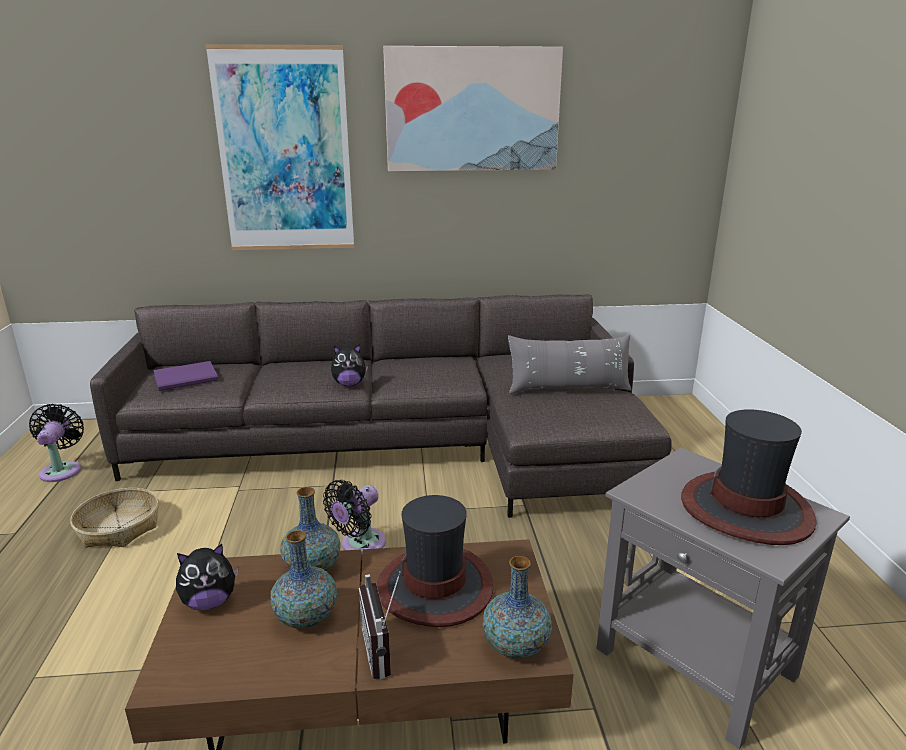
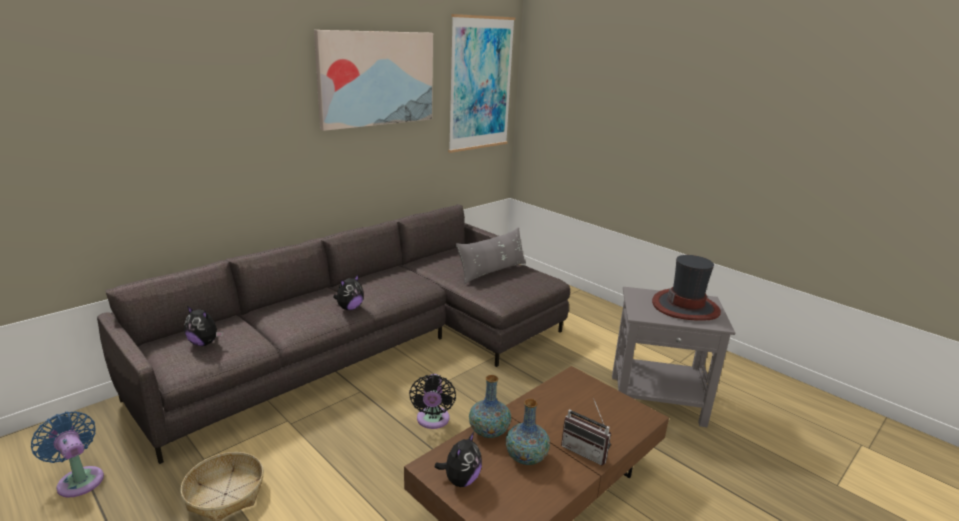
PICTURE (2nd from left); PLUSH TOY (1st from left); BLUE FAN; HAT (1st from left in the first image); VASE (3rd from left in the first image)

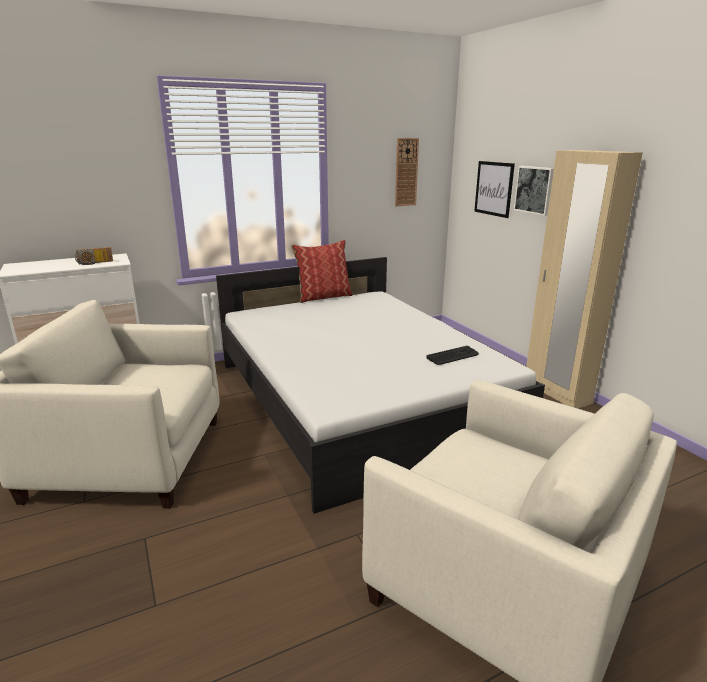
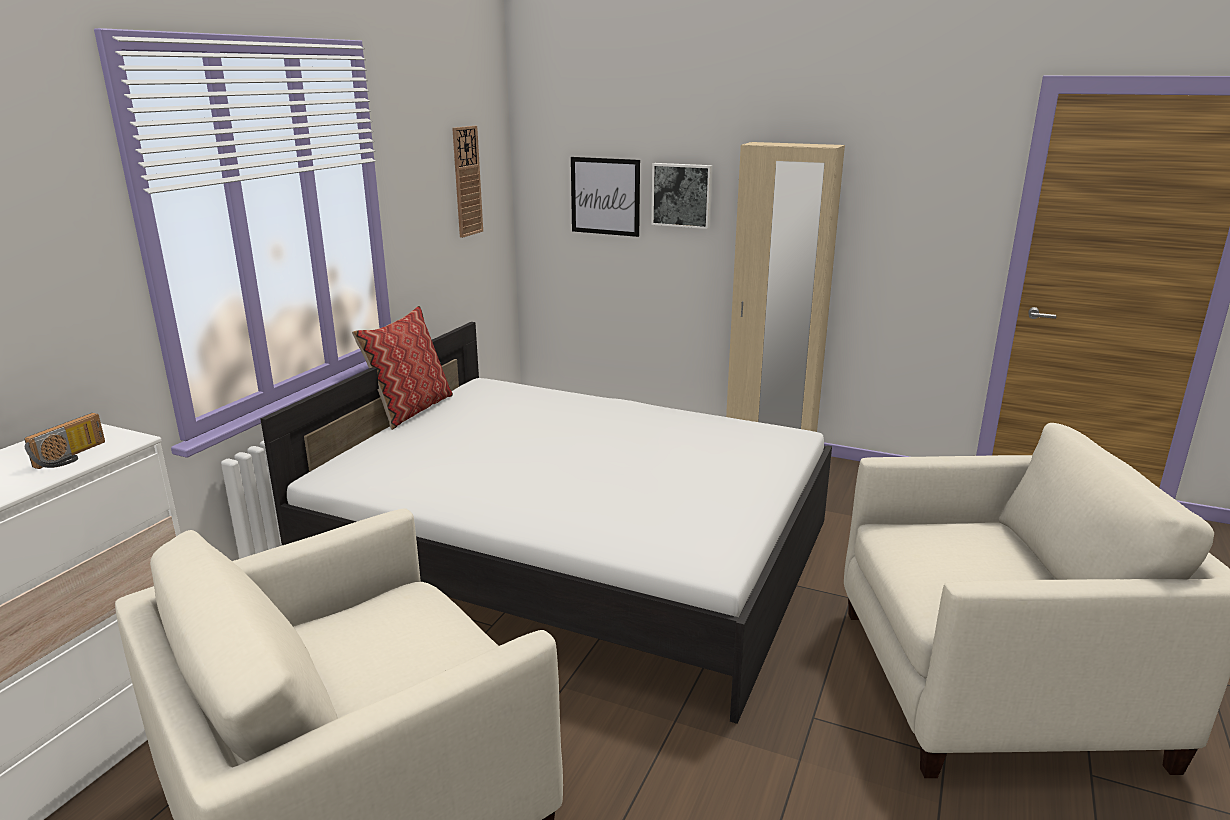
KEYBOARD

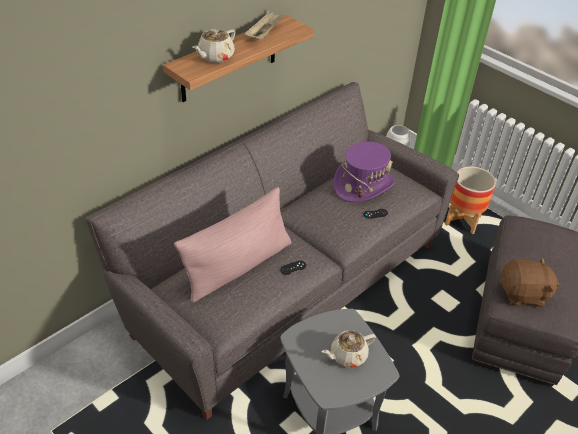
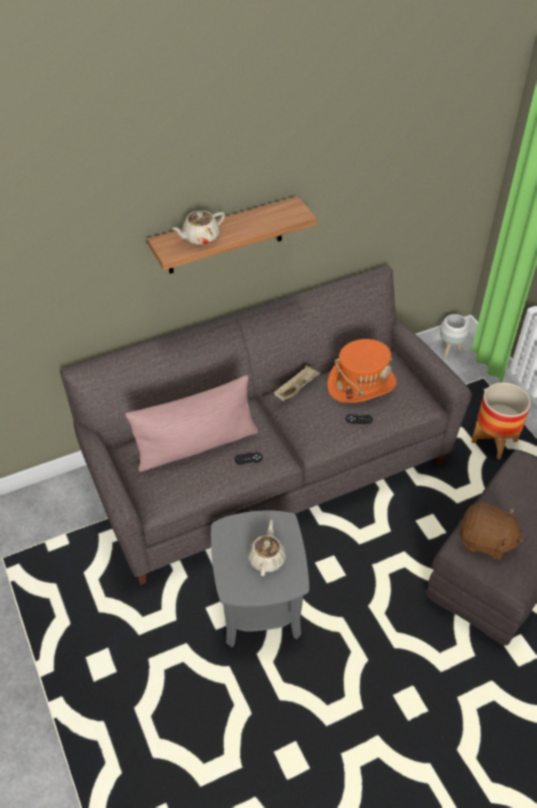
BEIGE TRAY; ORANGE HAT; BEIGE TEAPOT (2nd from left)

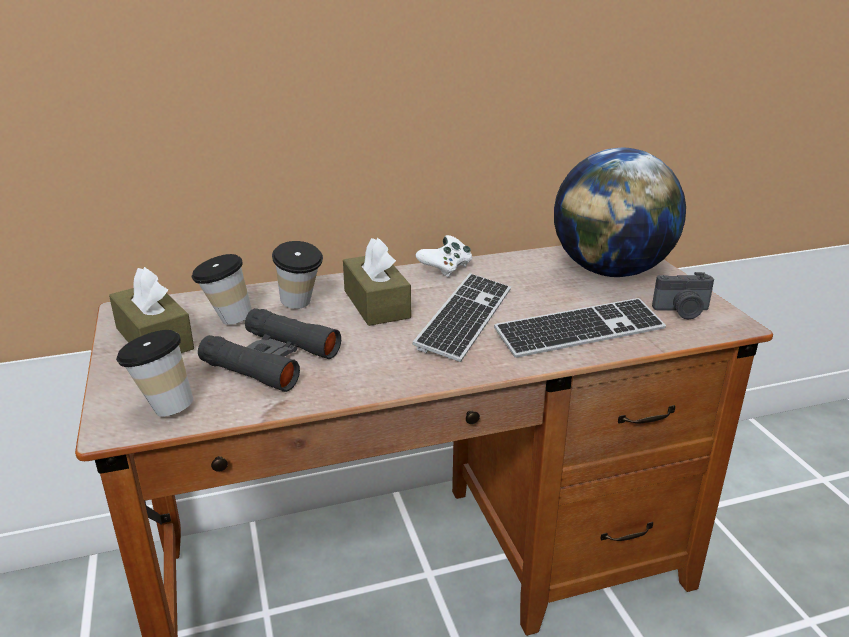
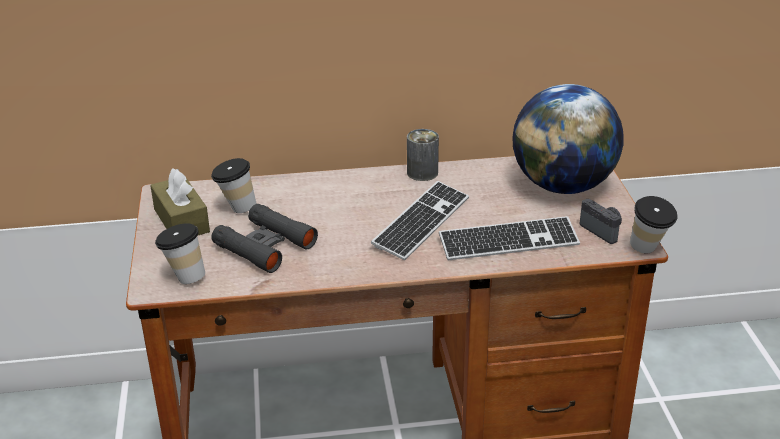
CAN; BROWN TISSUE BOX (2nd from left in the first image); CUP (3rd from left); PHOTO CAMERA

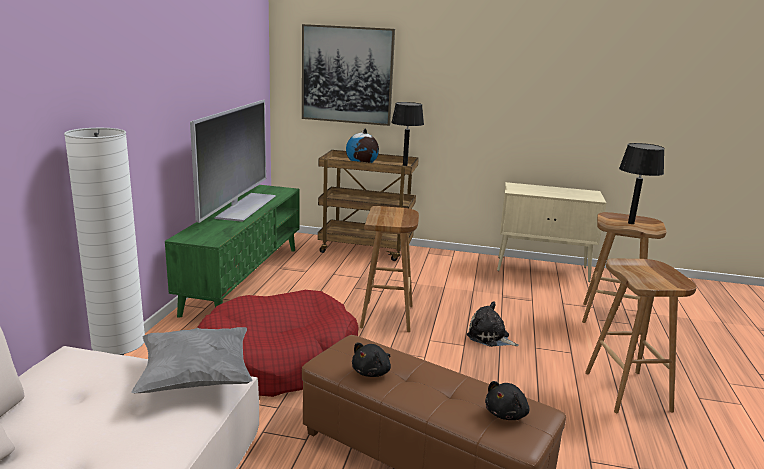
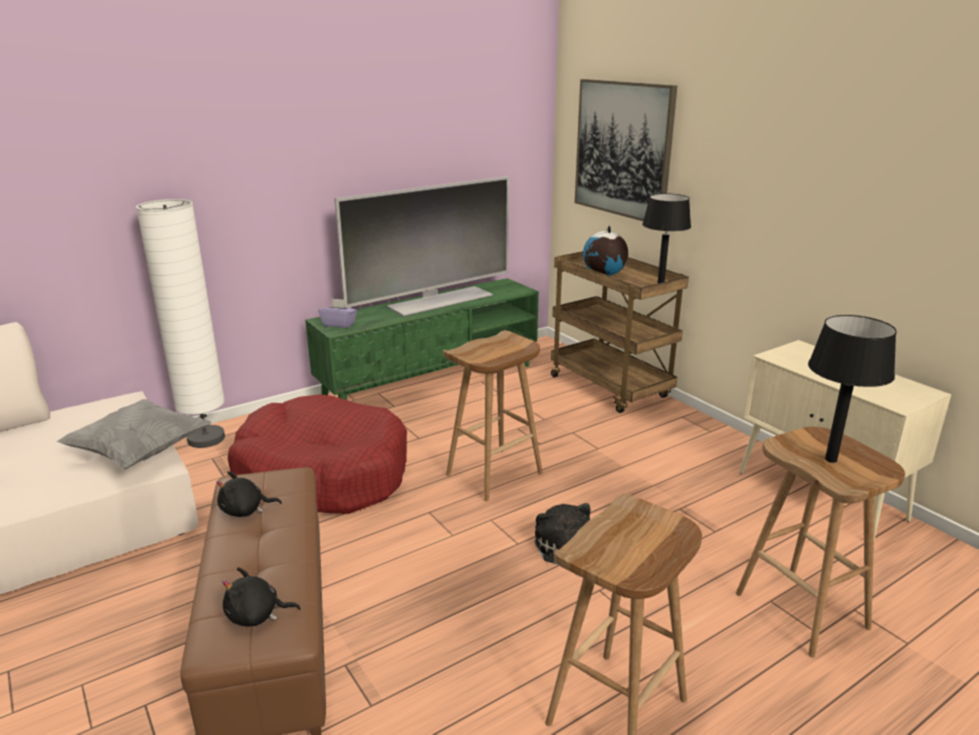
PURPLE TISSUE BOX

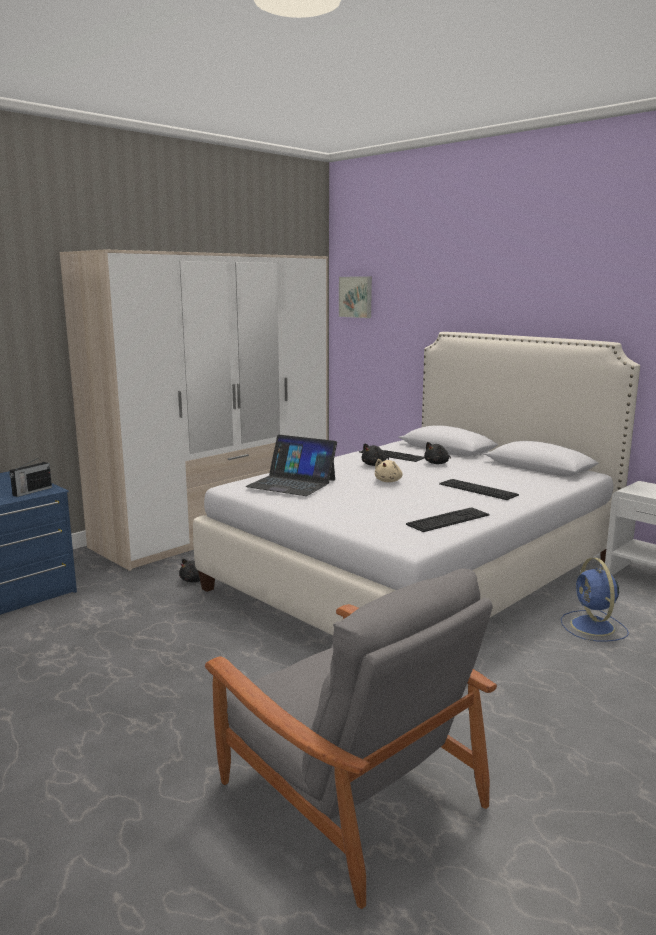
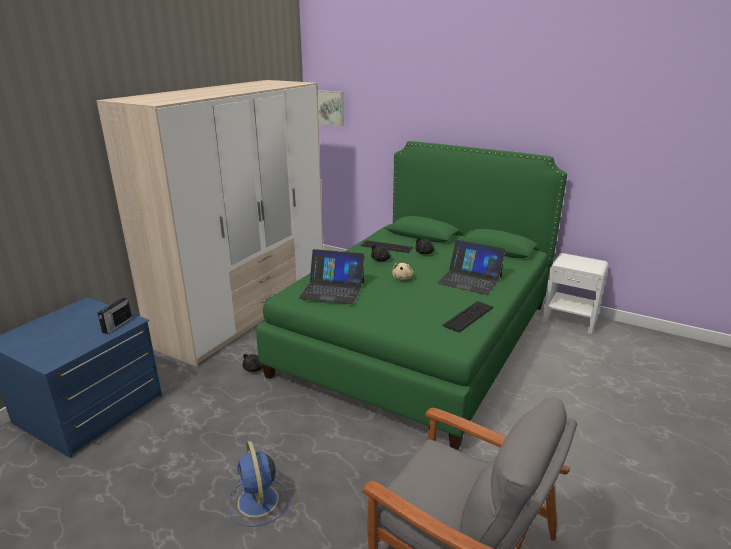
GREEN BED; LAPTOP (2nd from left); BLUE FAN

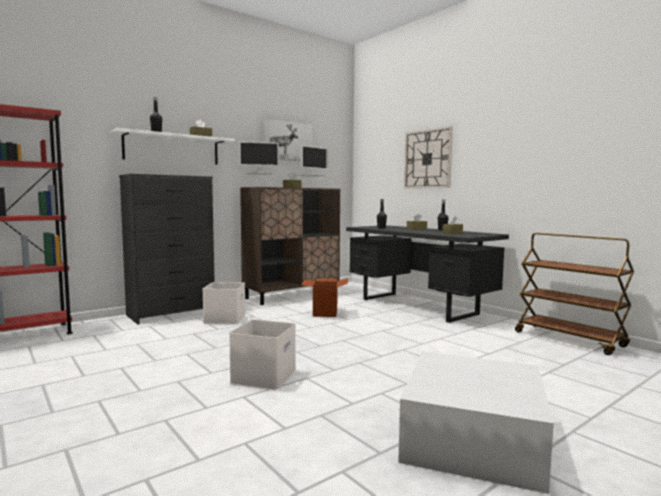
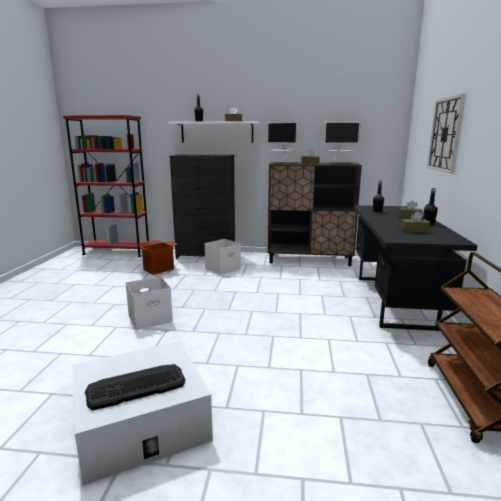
PICTURE; CARDBOARD BOX; KEYBOARD

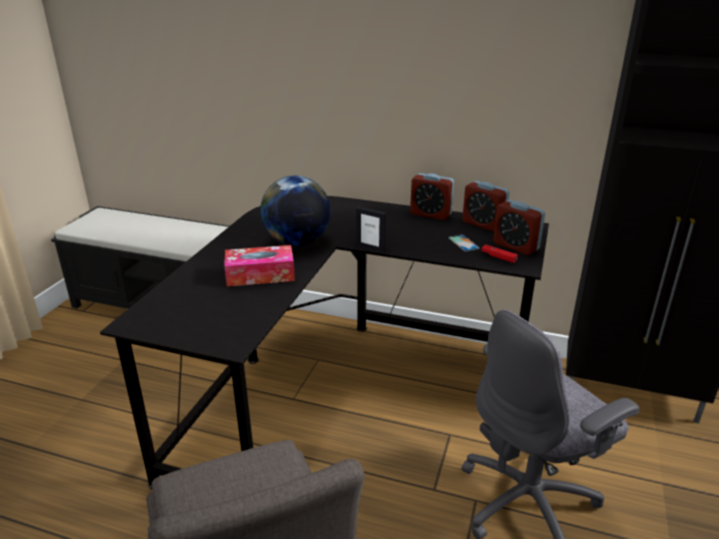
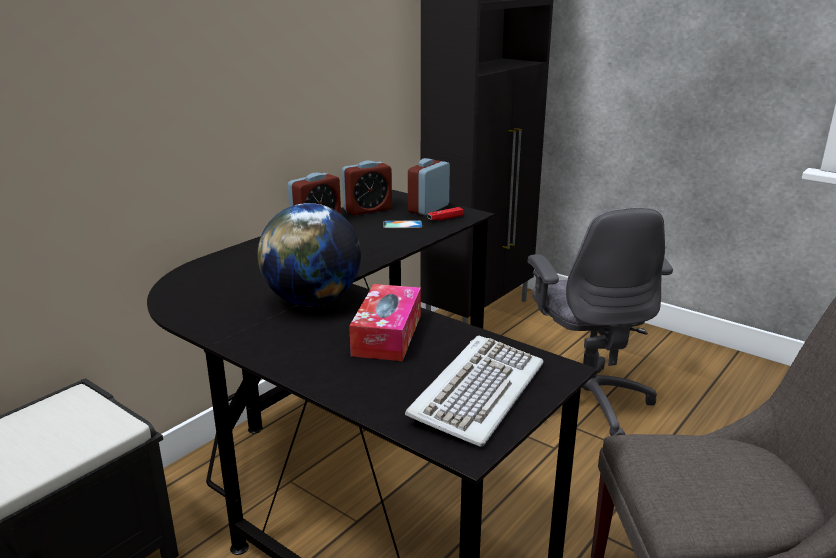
ALARM CLOCK (3rd from left); PICTURE FRAME; KEYBOARD

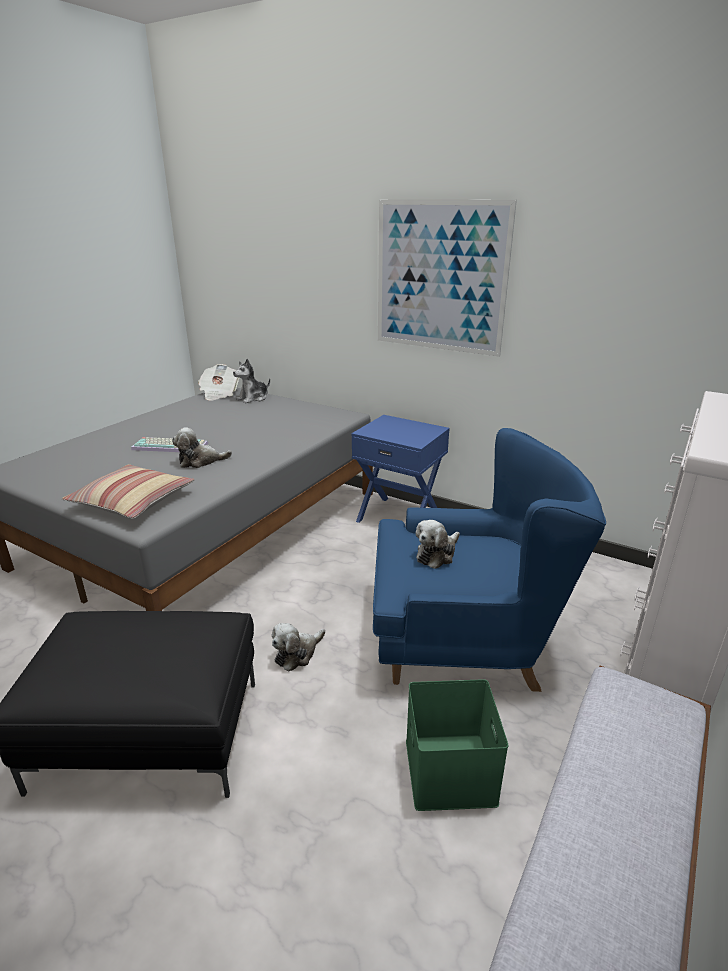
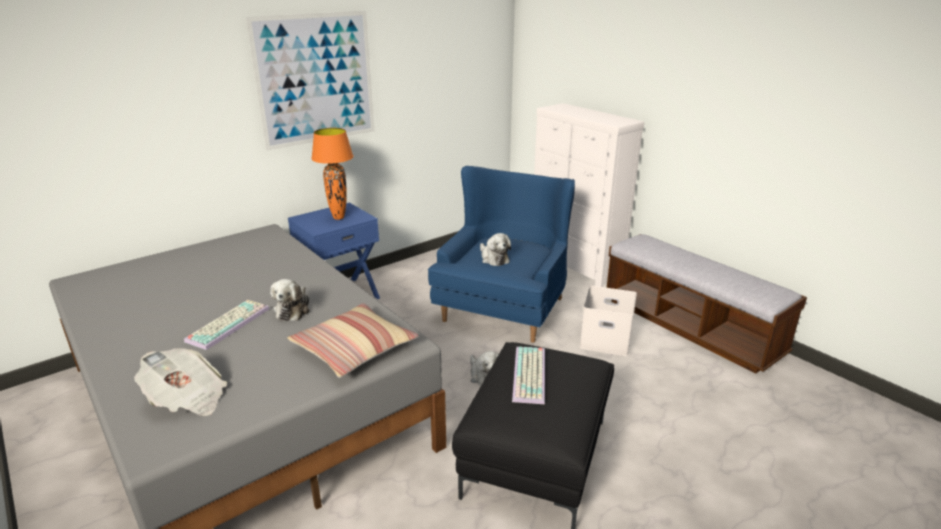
PLUSH TOY (2nd from left in the first image); NEWSPAPER; WHITE STORAGE BOX; ORANGE TABLE LAMP; KEYBOARD (2nd from left)

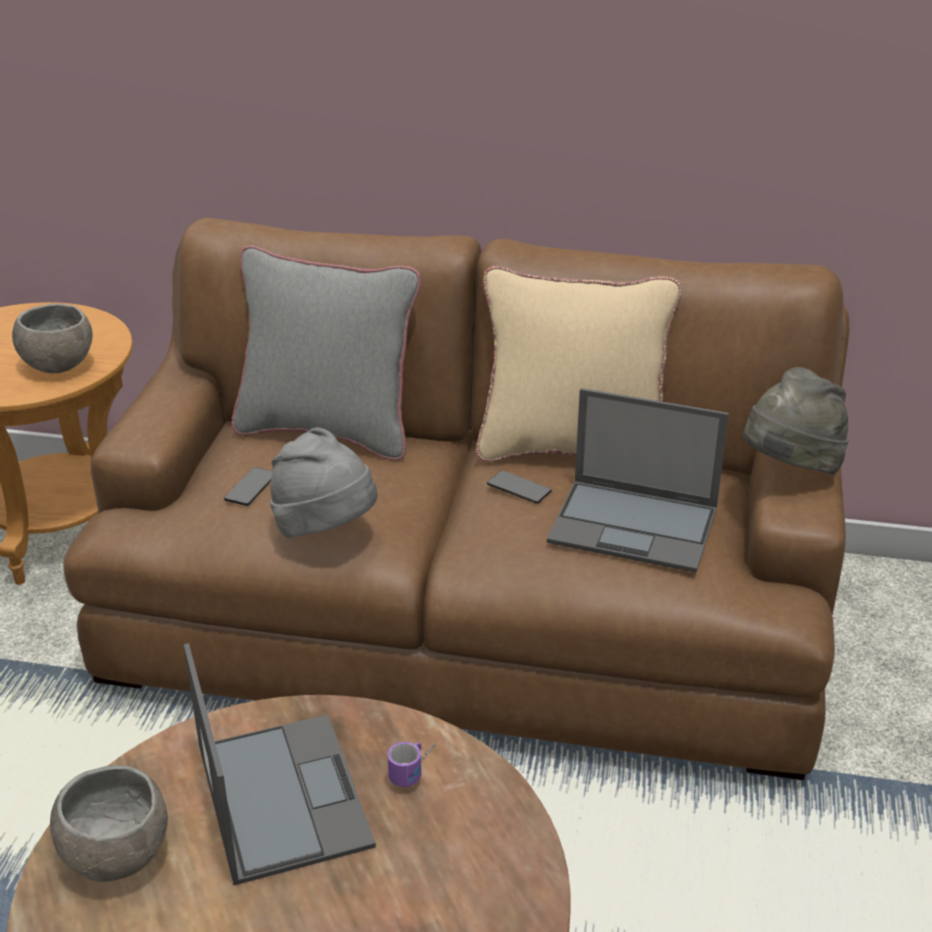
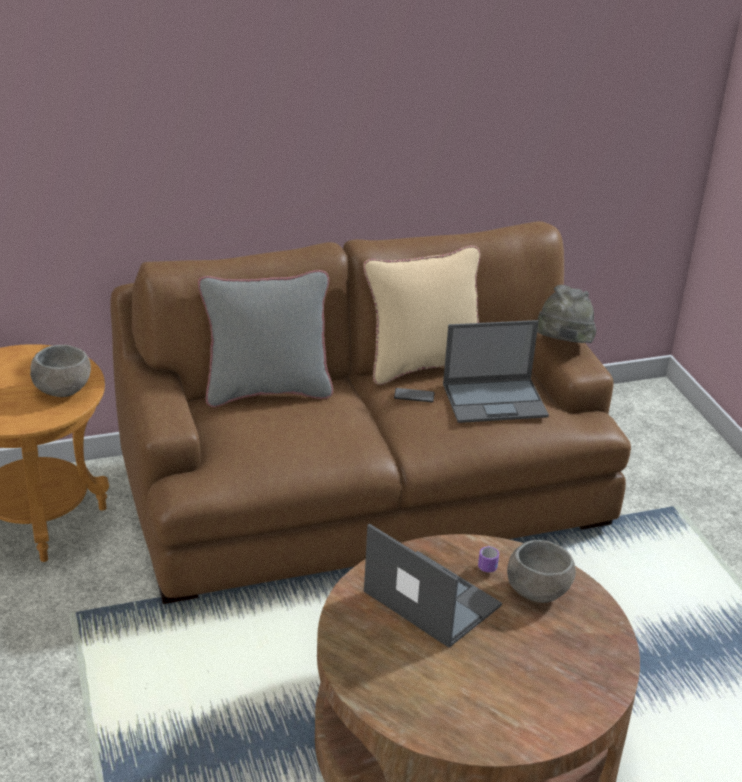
GREY HAT (1st from left in the first image); PHONE (1st from left in the first image); GREY BOWL (2nd from left)

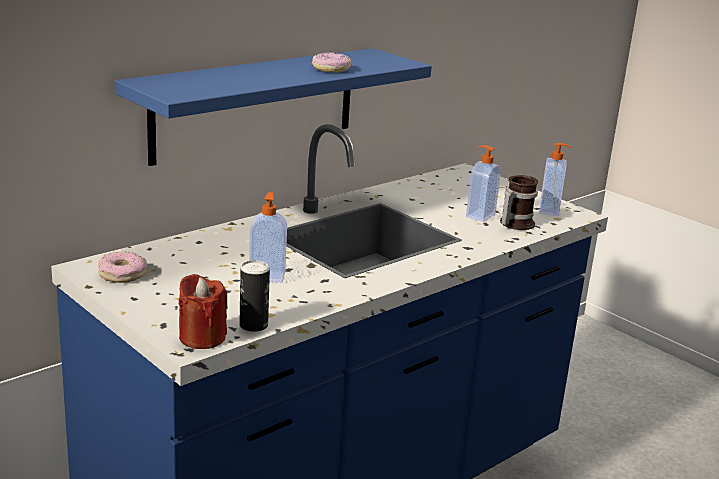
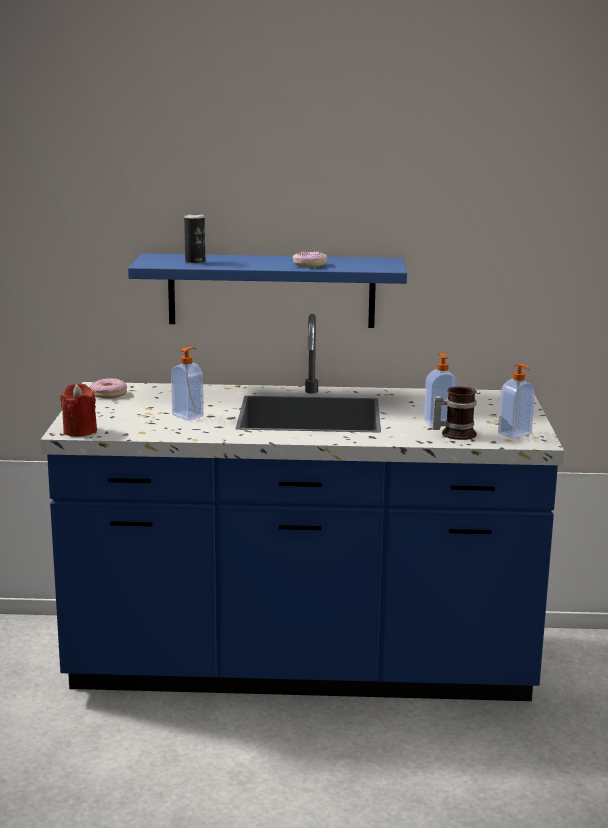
CAN

